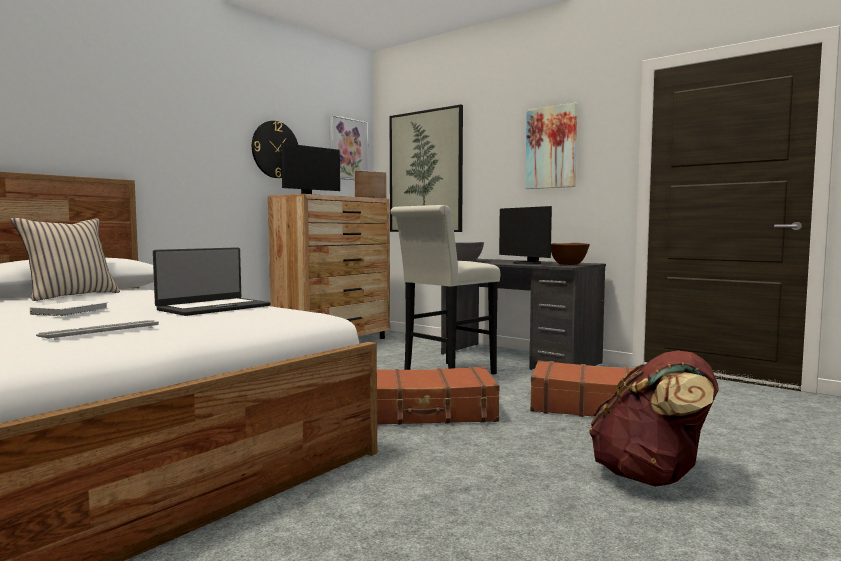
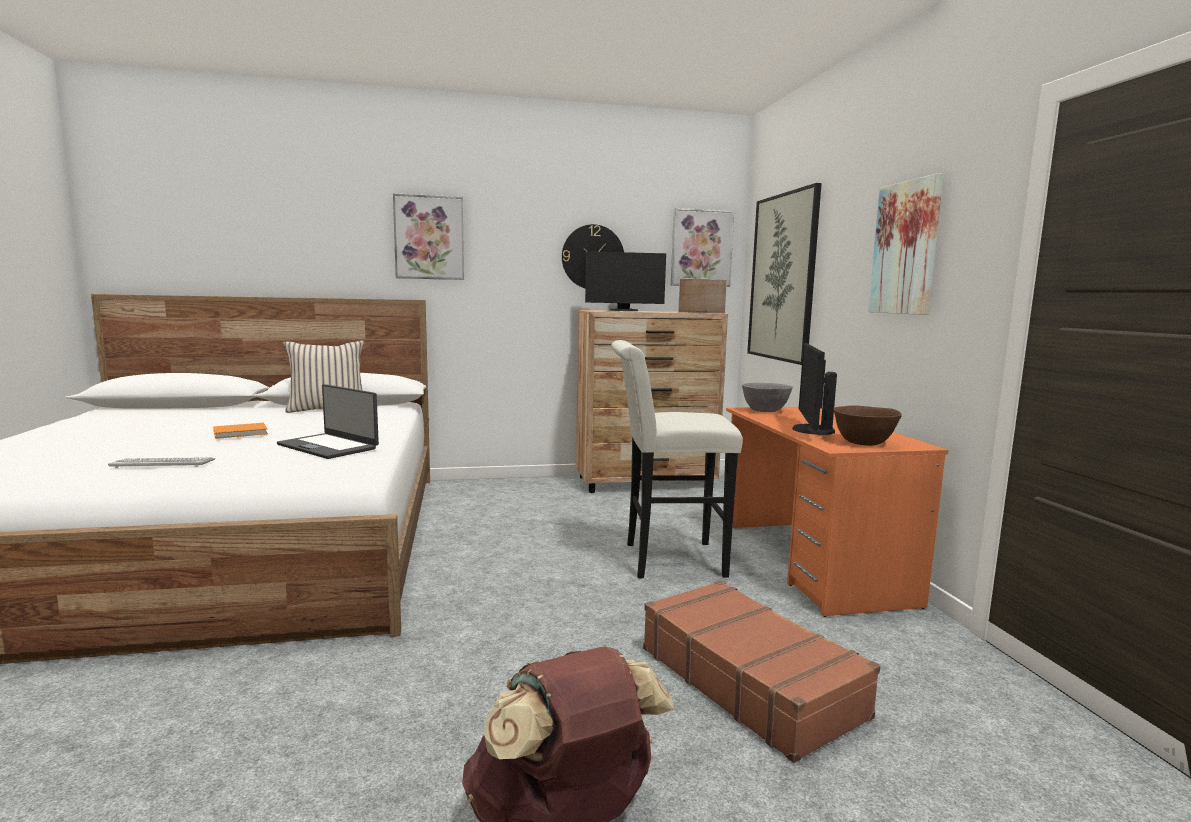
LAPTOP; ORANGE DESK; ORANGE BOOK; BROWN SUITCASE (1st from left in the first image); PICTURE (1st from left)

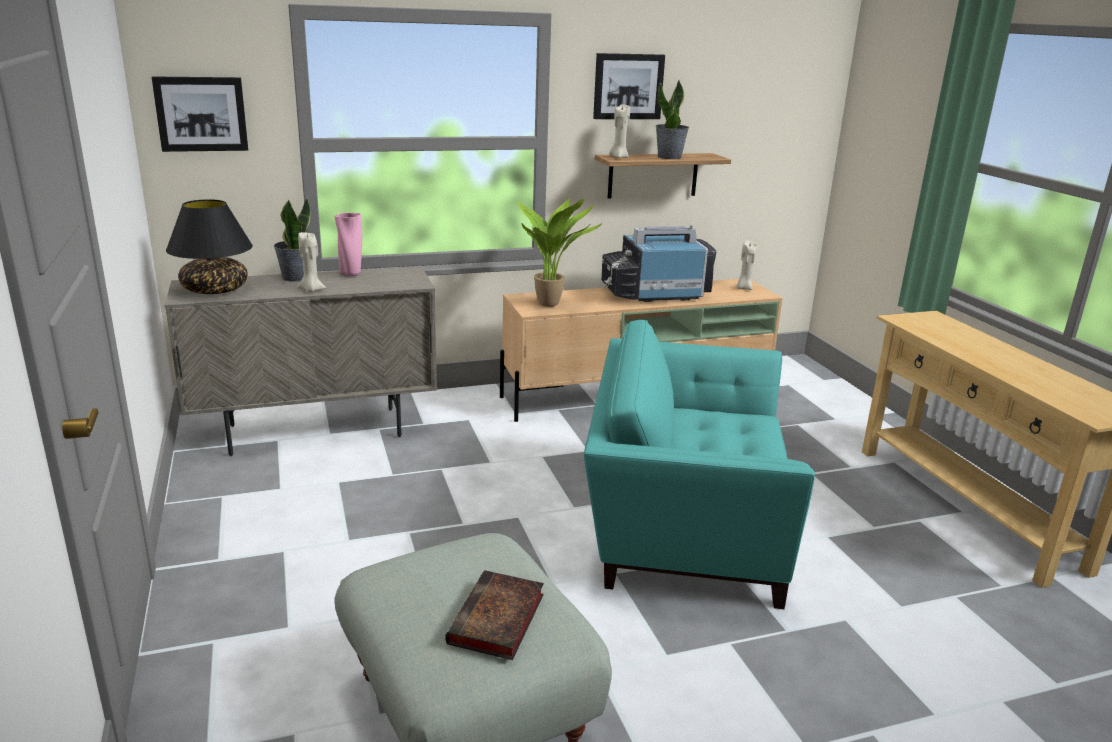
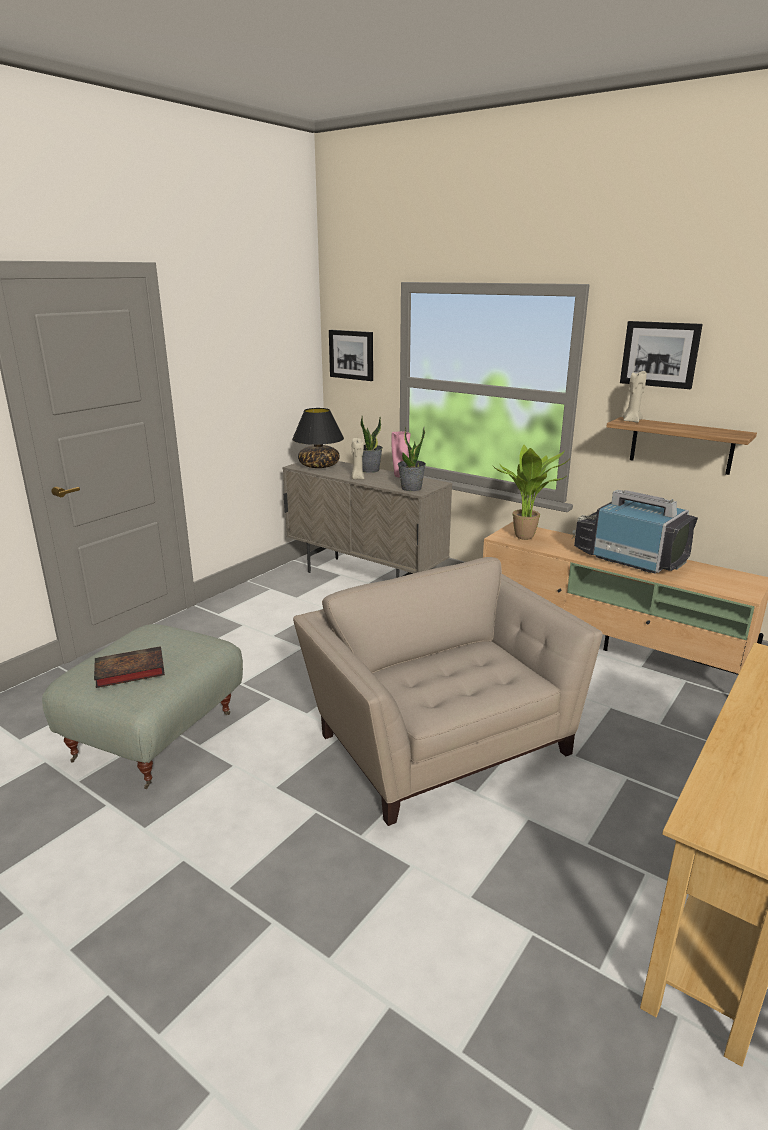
POTTED PLANT (2nd from left); BEIGE CANDLE (3rd from left in the first image); BEIGE ARMCHAIR

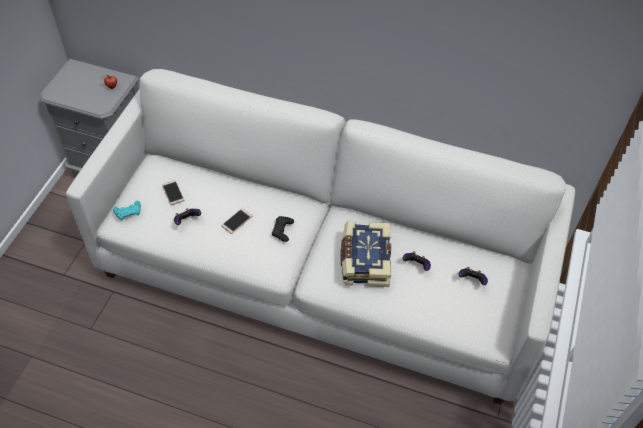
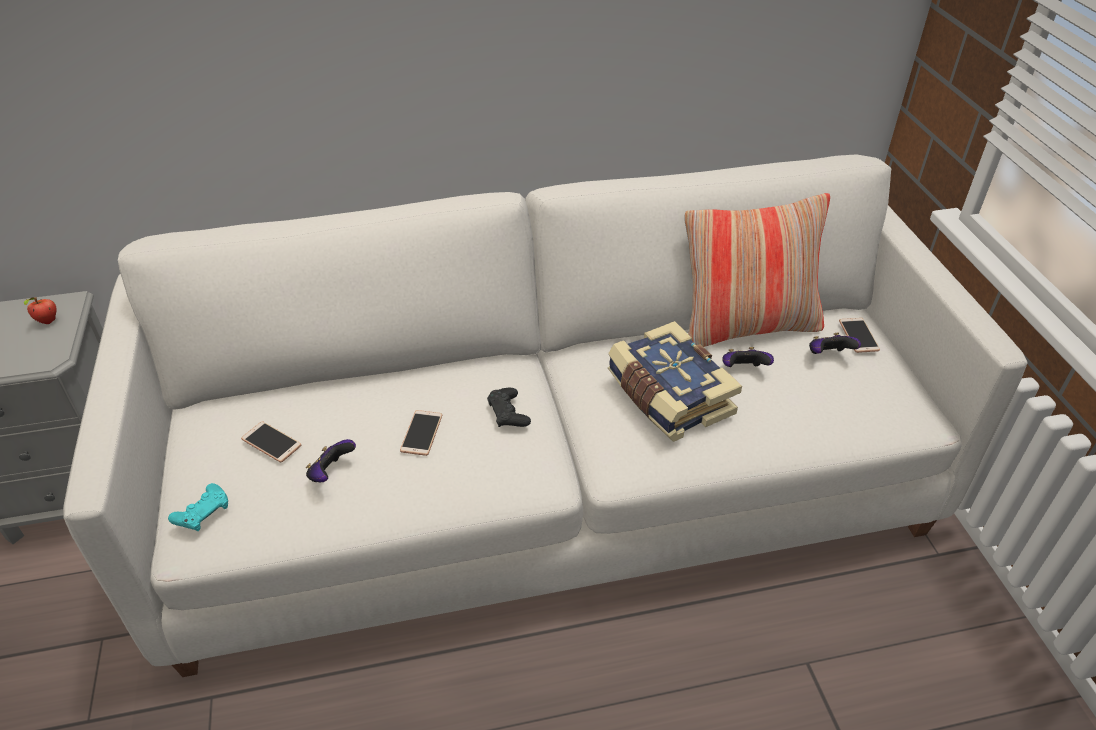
PILLOW; PHONE (3rd from left)

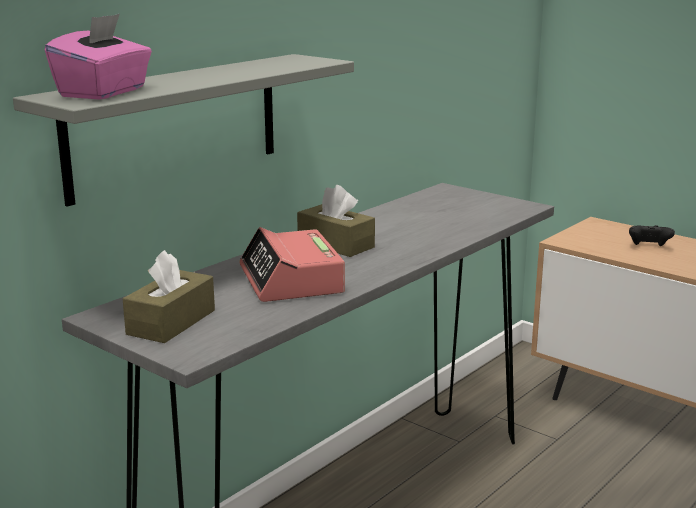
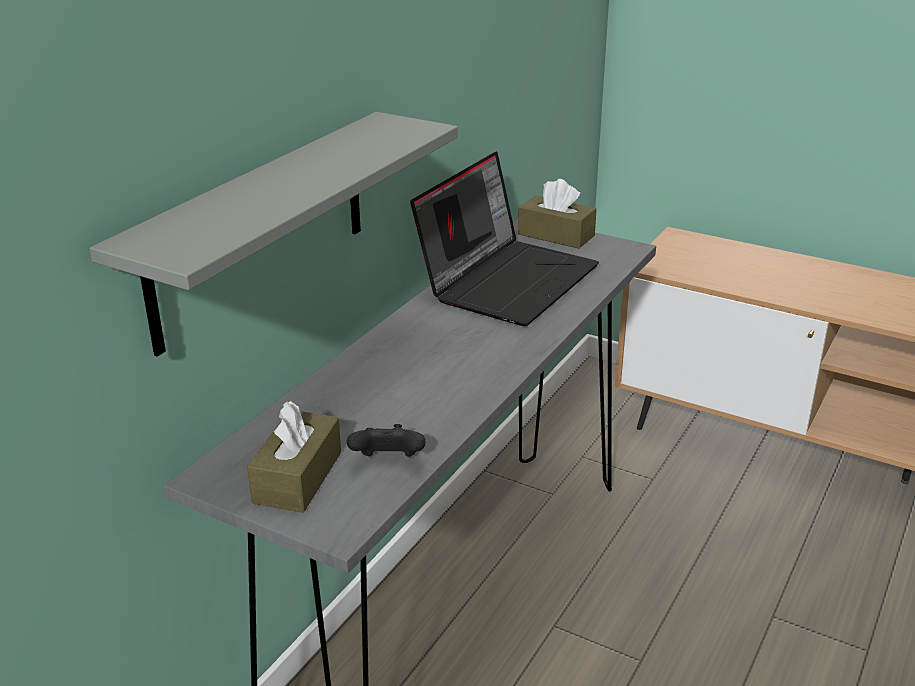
PINK TISSUE BOX; BROWN TISSUE BOX (2nd from left); BLACK GAME CONTROLLER; ALARM CLOCK; LAPTOP

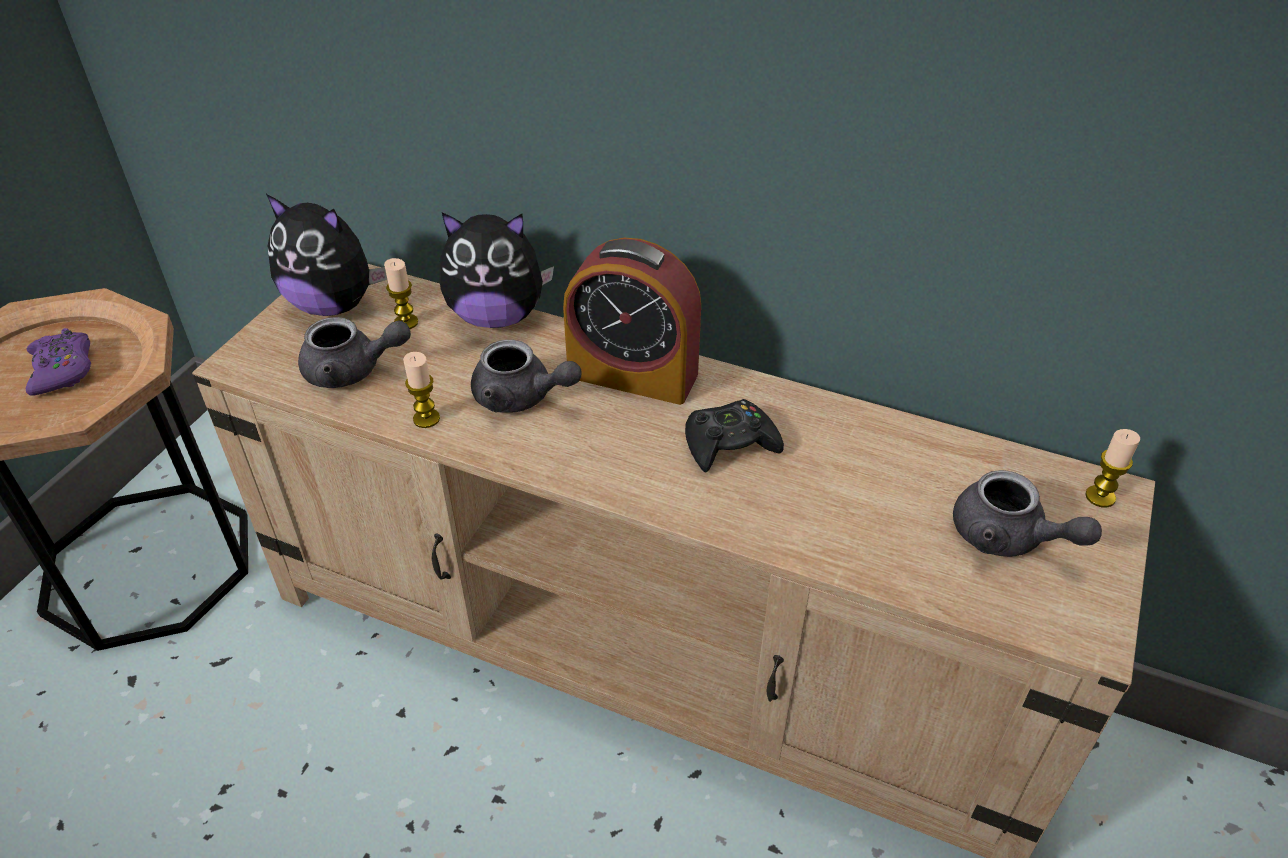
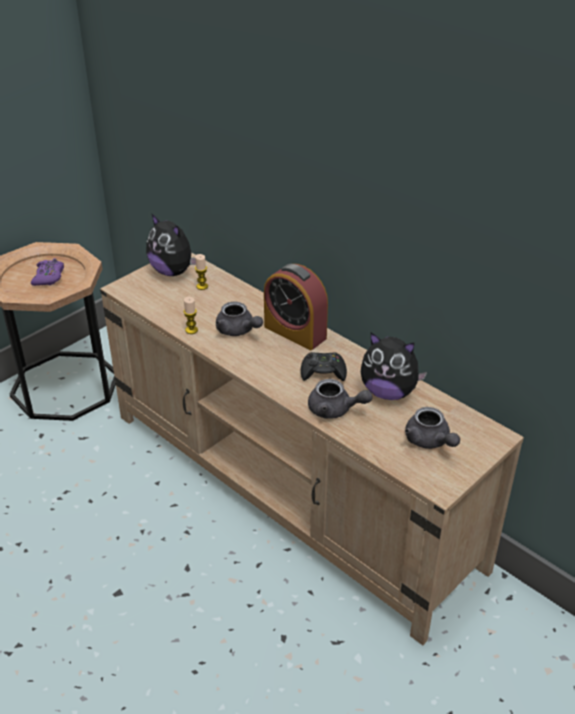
PLUSH TOY (2nd from left); GREY TEAPOT (2nd from left); CANDLE (3rd from left in the first image)

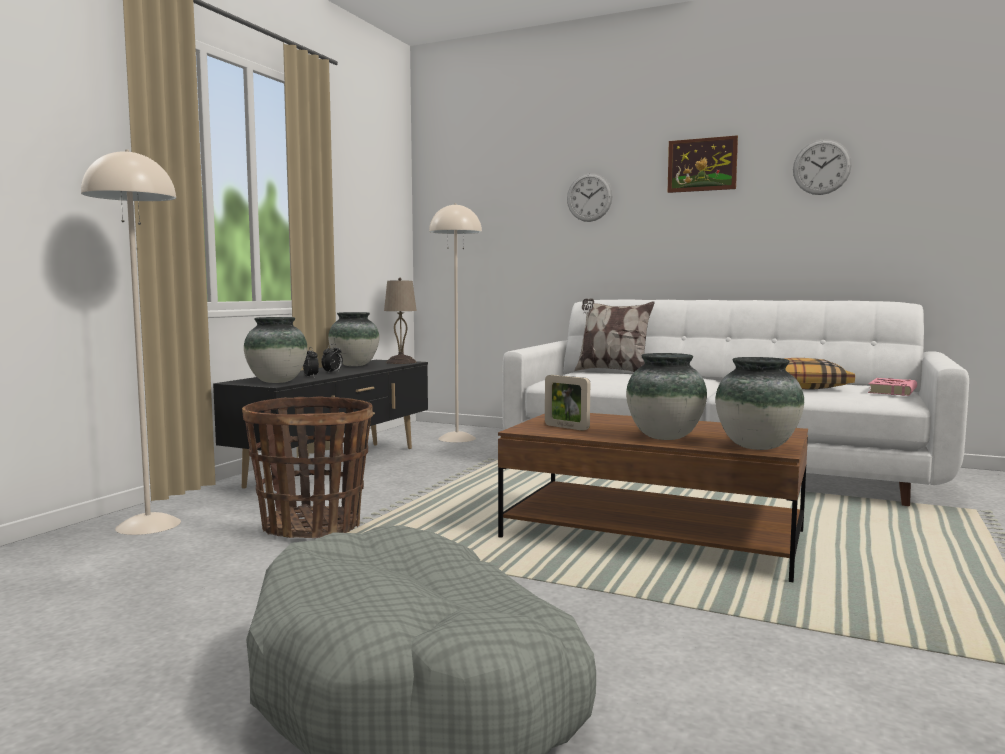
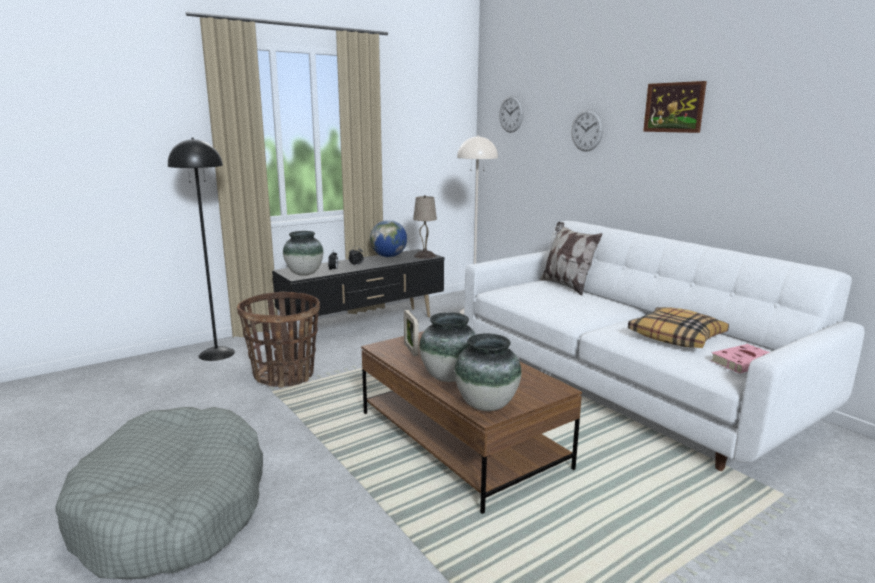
WALL CLOCK (1st from left); BLACK FLOOR LAMP; GLOBE

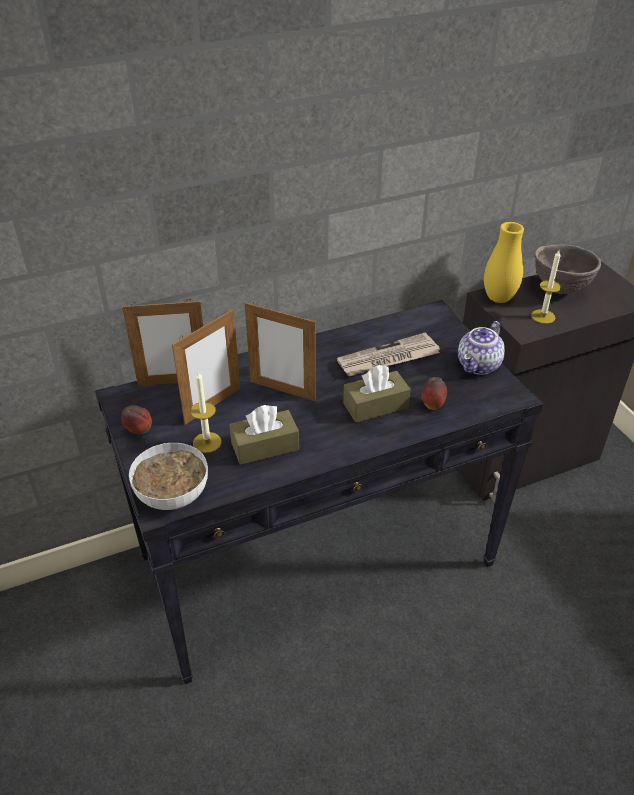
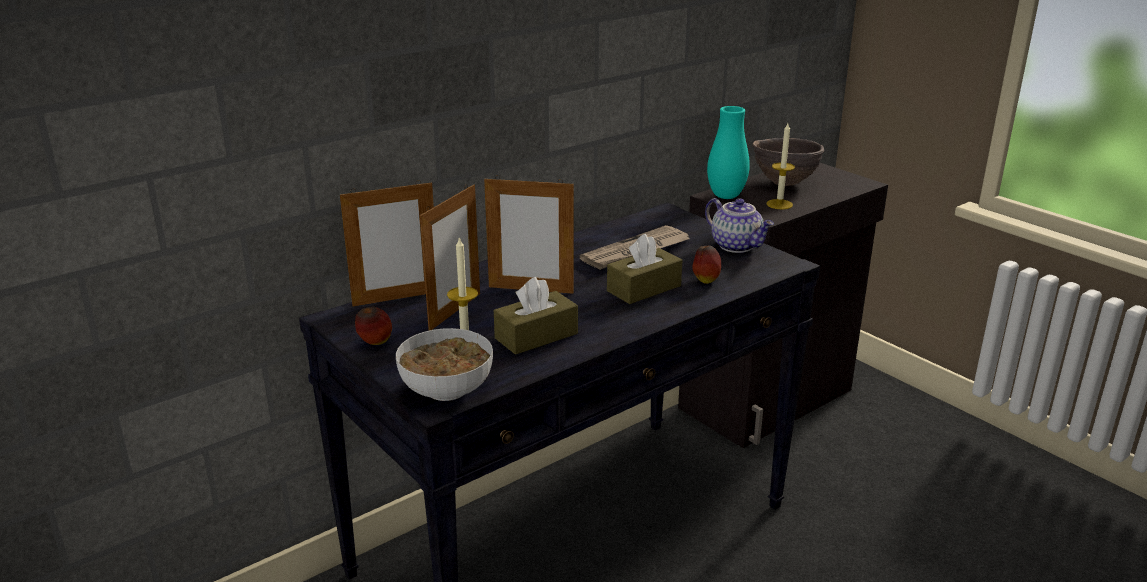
TURQUOISE VASE; TEAPOT

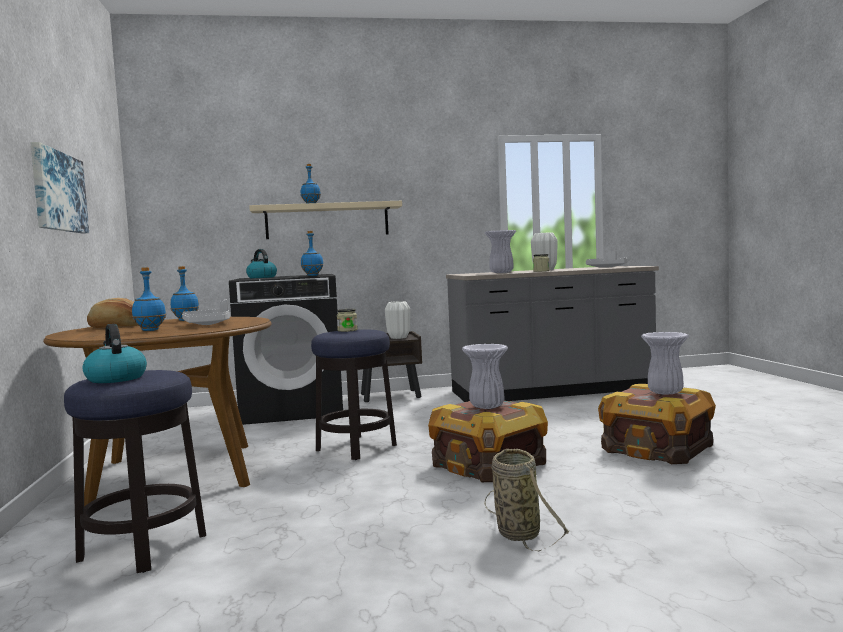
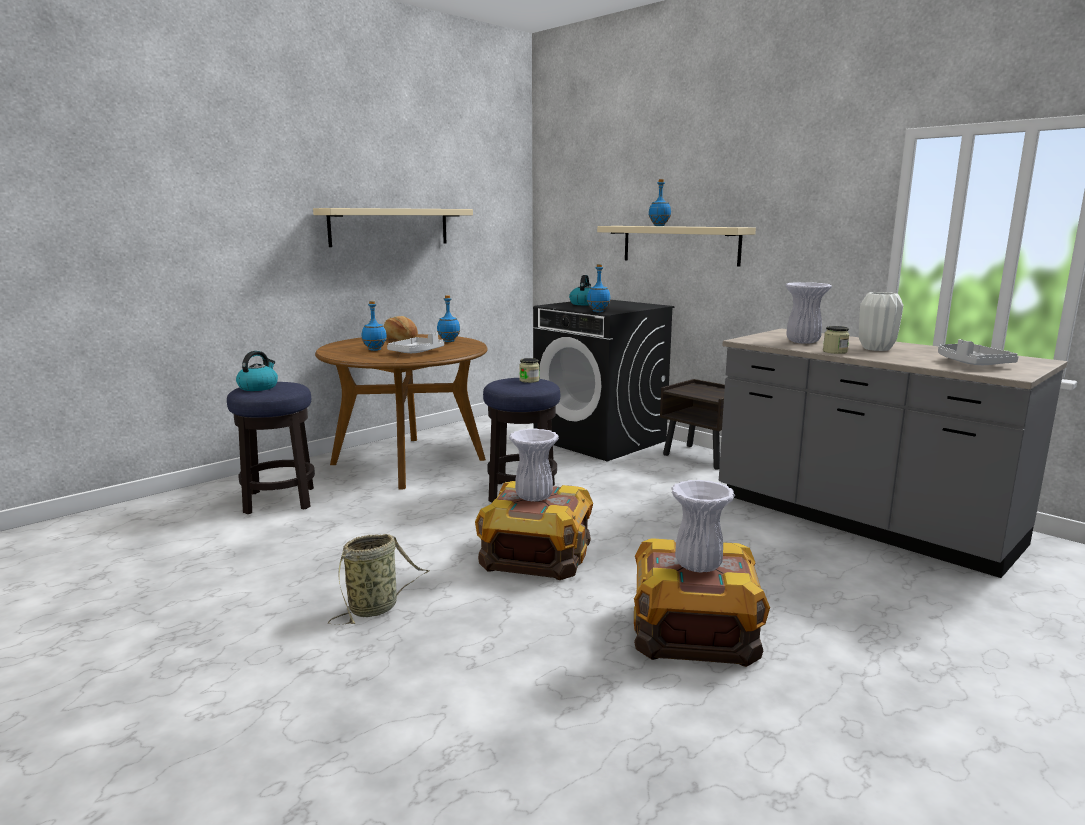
BEIGE SHELF (1st from left); WHITE VASE (1st from left in the first image)

